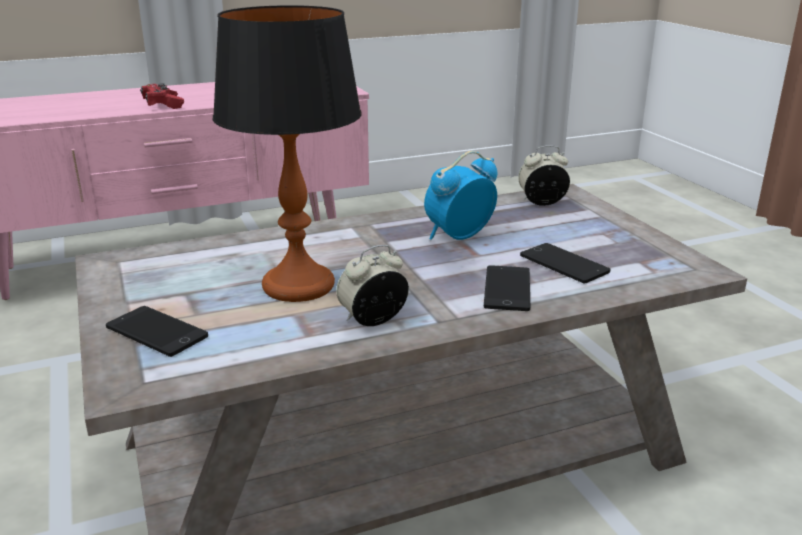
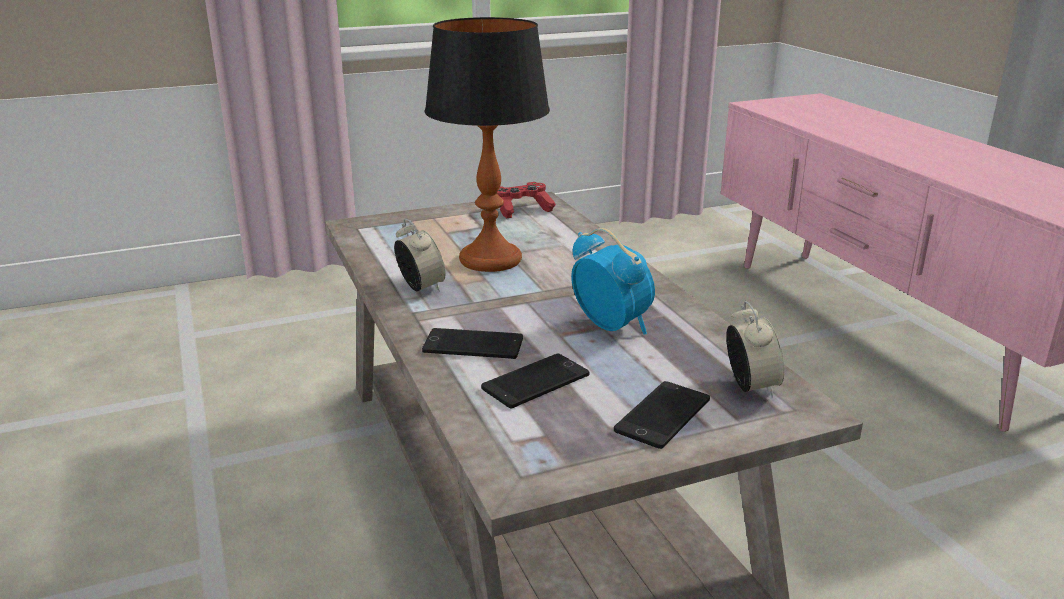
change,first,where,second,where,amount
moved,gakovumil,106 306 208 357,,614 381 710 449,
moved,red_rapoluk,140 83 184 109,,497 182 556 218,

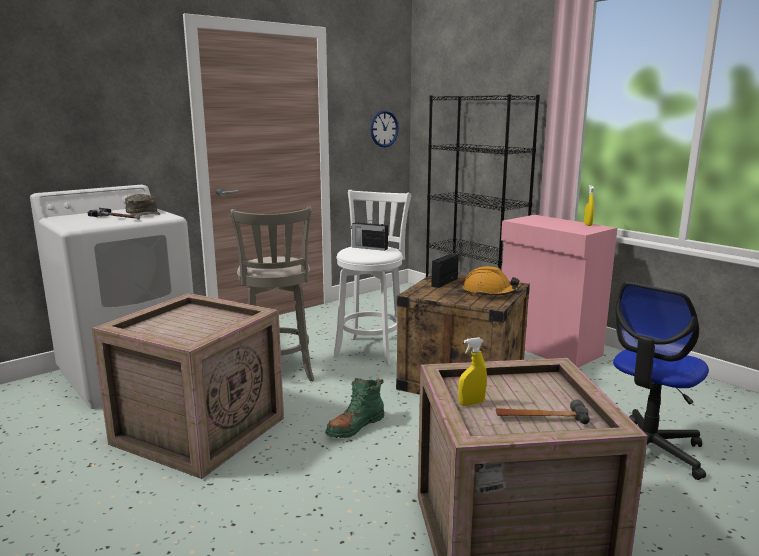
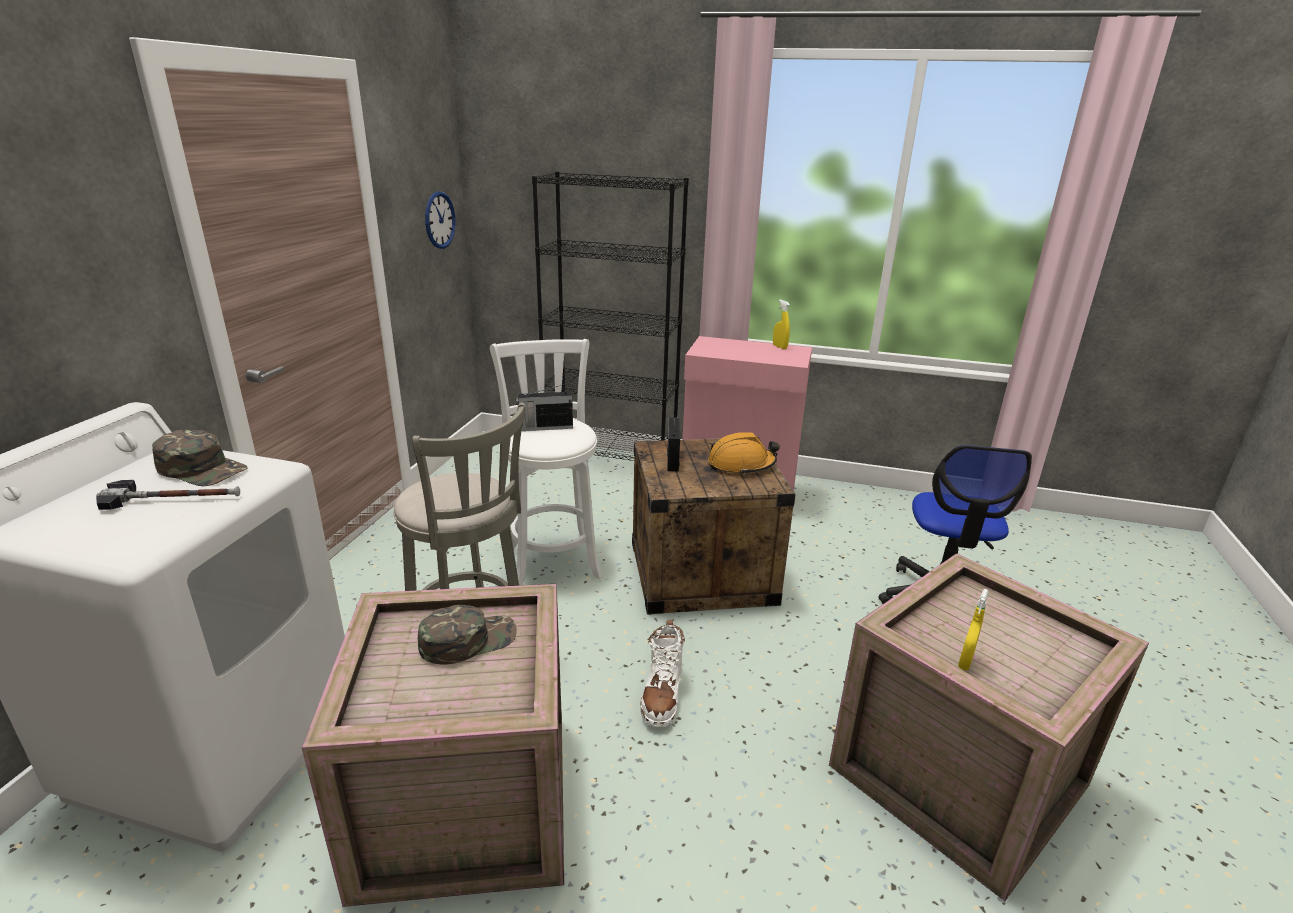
change,first,where,second,where,amount
recoloured,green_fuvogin,325 378 384 438,white_fuvogin,640 620 685 727,
removed,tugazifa,496 399 590 424,,,
added,,,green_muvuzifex,418 605 517 665,

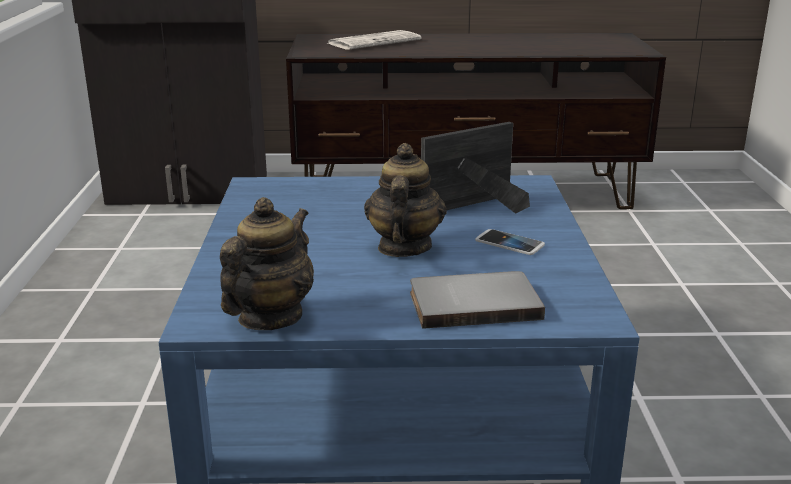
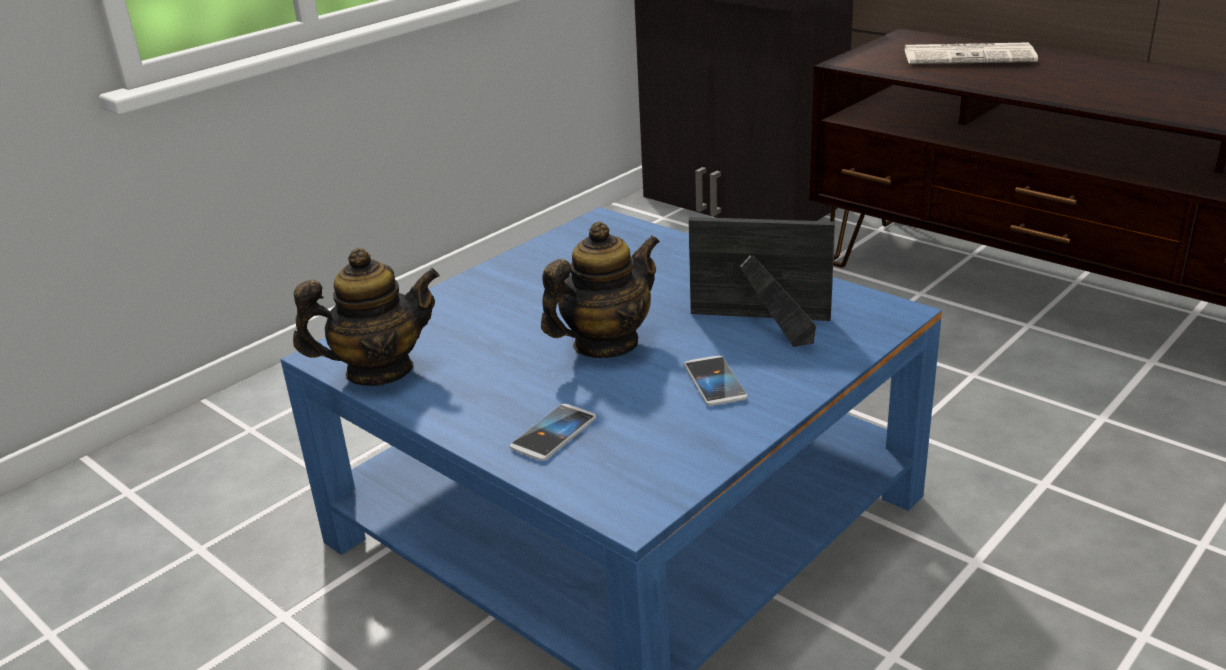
change,first,where,second,where,amount
replaced,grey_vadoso,410 271 545 329,gakovumil,510 404 596 461,

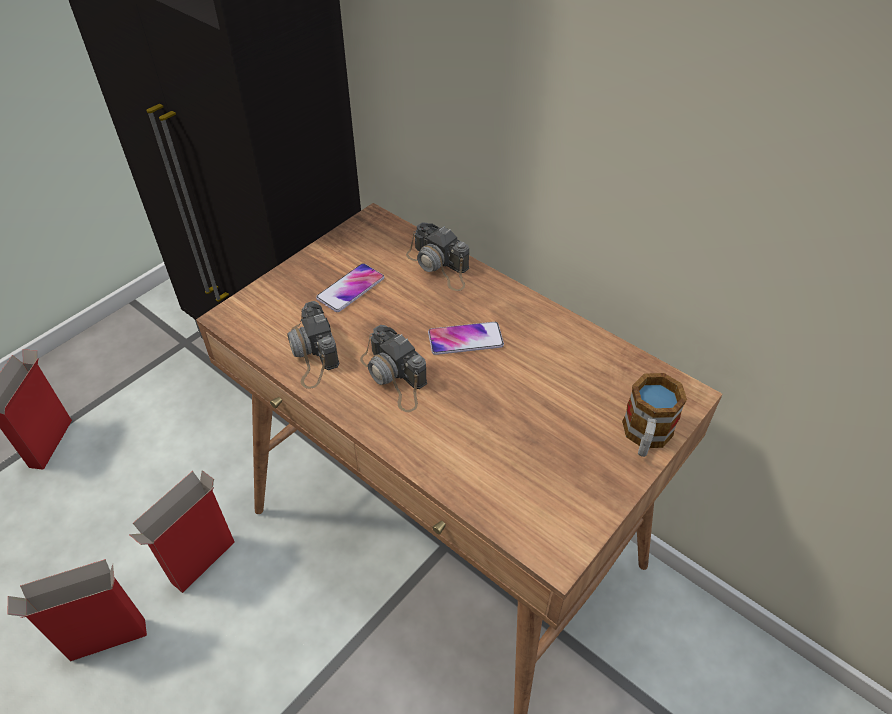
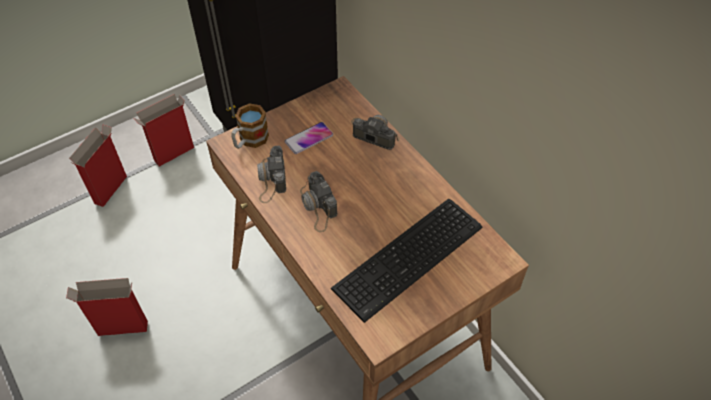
change,first,where,second,where,amount
moved,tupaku,128 470 234 593,,134 94 194 167,
turned,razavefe,406 223 469 291,,351 115 400 150,150 degrees clockwise
removed,gakovumil,428 322 504 355,,,
moved,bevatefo,622 373 687 457,,231 103 269 149,
added,,,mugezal,331 199 483 323,

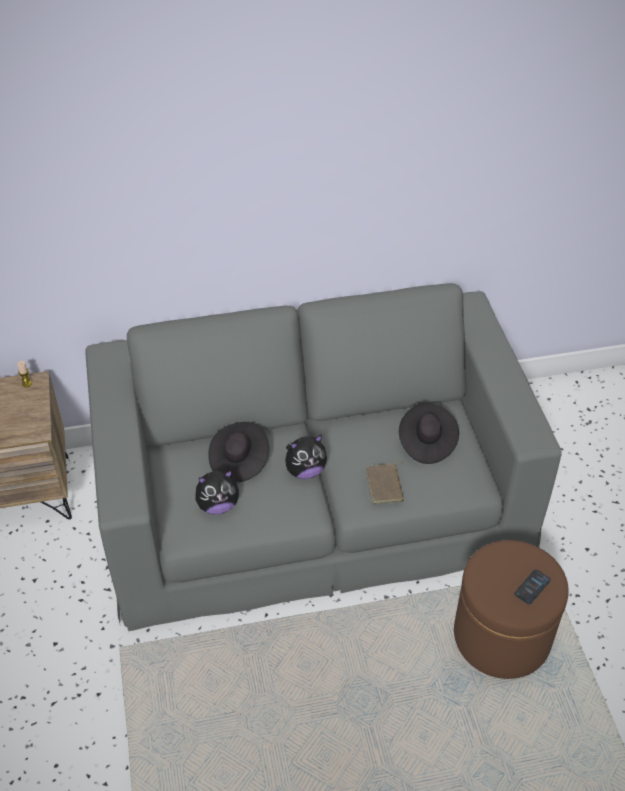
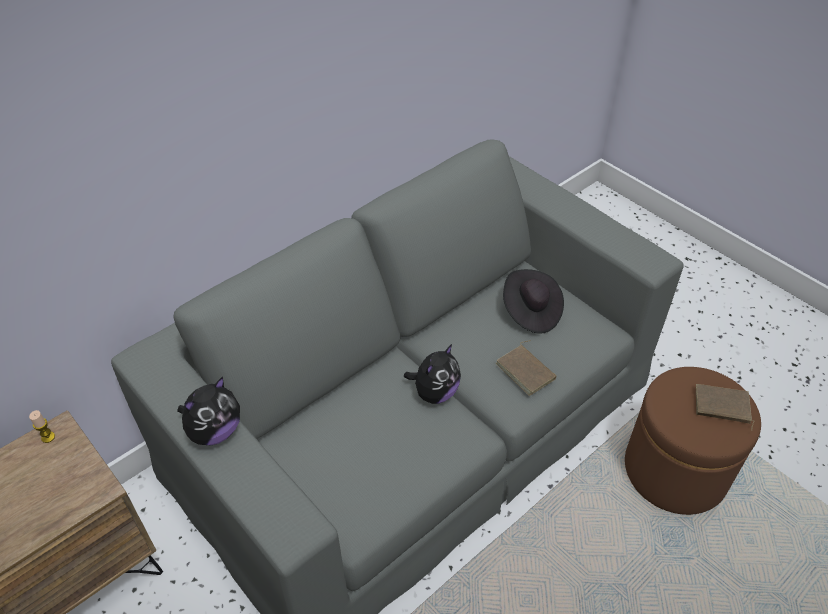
change,first,where,second,where,amount
moved,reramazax,195 470 239 515,,177 376 240 445,
removed,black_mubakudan,209 422 269 483,,,
replaced,gakovumil,514 569 550 604,brown_vadoso,696 384 755 431,

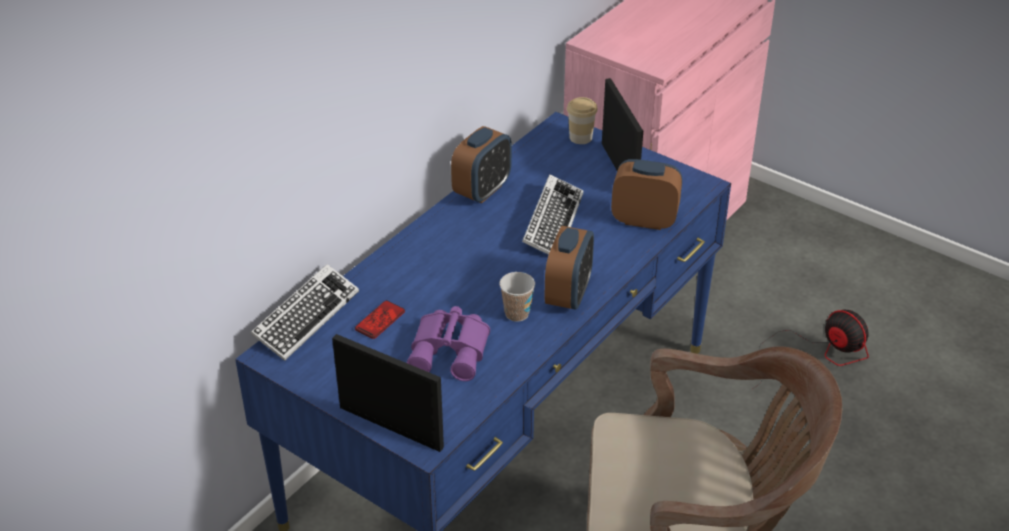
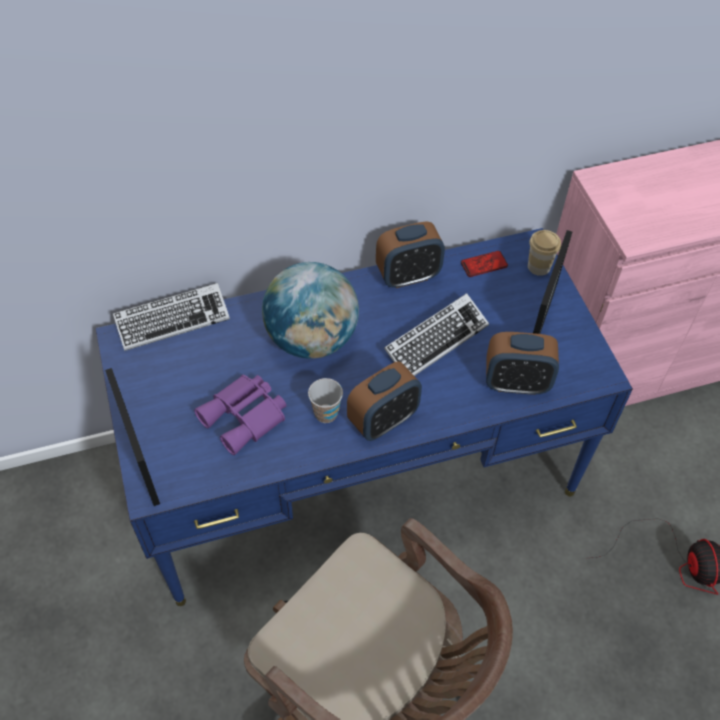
change,first,where,second,where,amount
moved,gakovumil,355 301 405 339,,461 251 508 277,
turned,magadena,611 159 682 230,,486 332 559 395,135 degrees clockwise
added,,,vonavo,262 262 359 359,

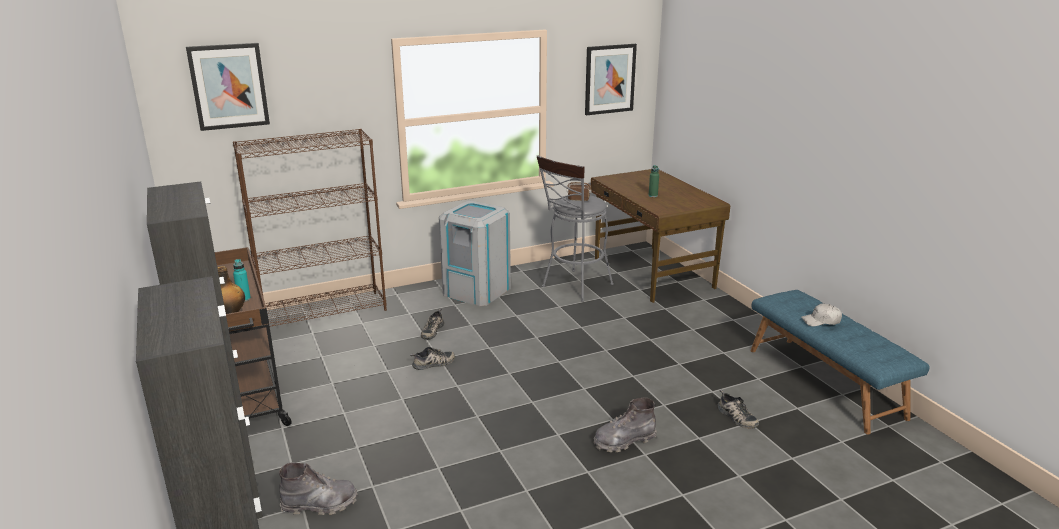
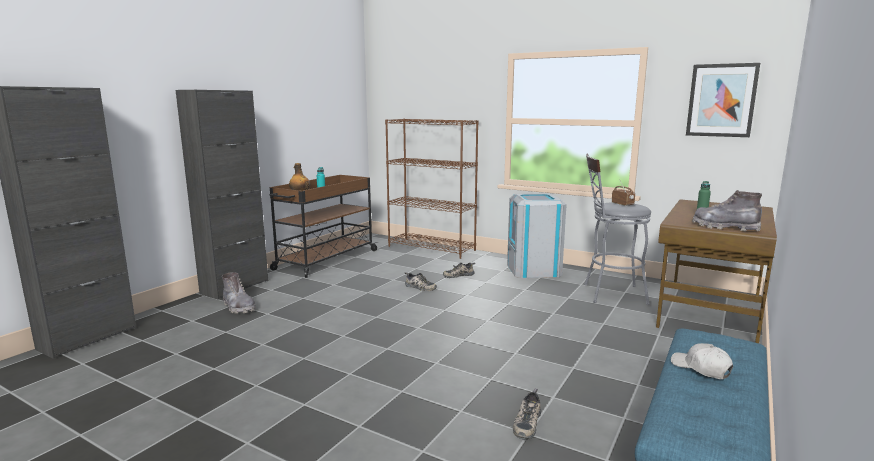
change,first,where,second,where,amount
removed,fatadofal,186 43 270 131,,,
moved,grey_fuvogin,594 397 657 452,,692 190 762 231,

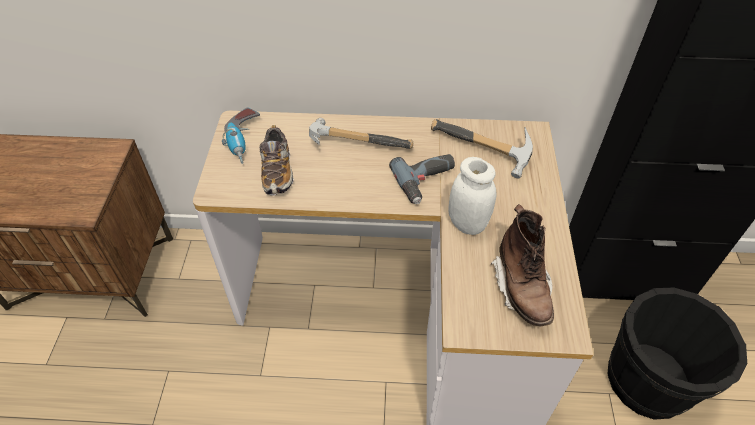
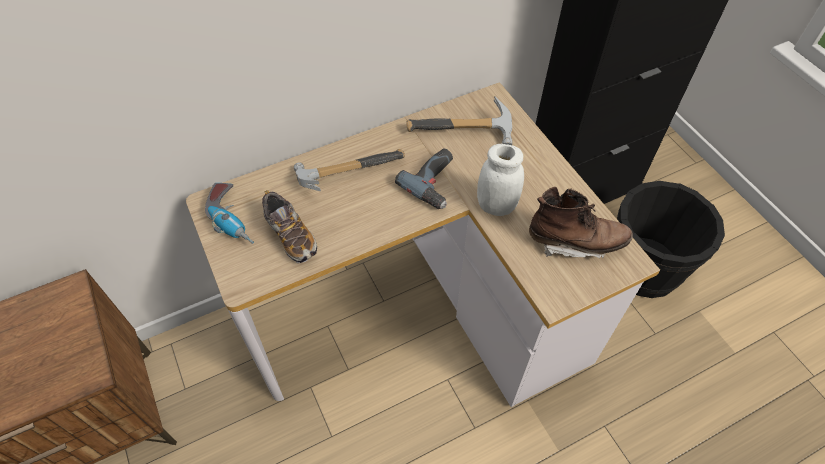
change,first,where,second,where,amount
turned,brown_fuvogin,491 204 554 327,,529 187 633 259,45 degrees counterclockwise

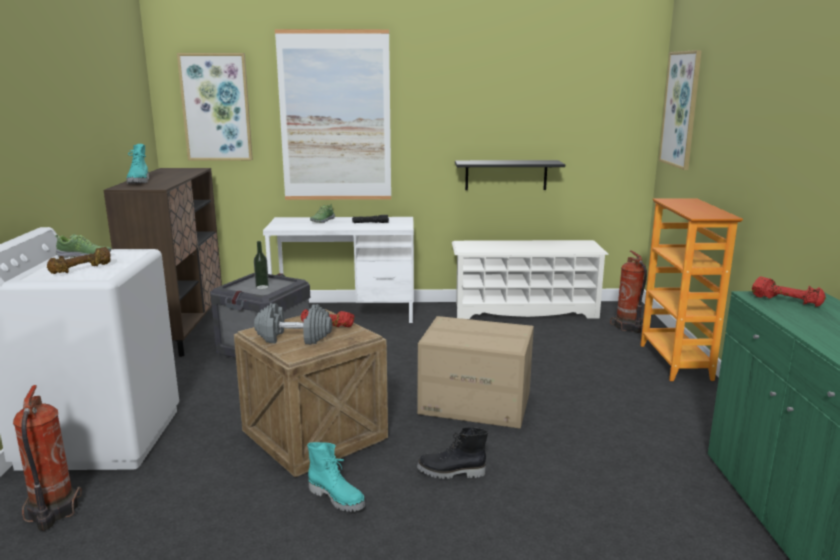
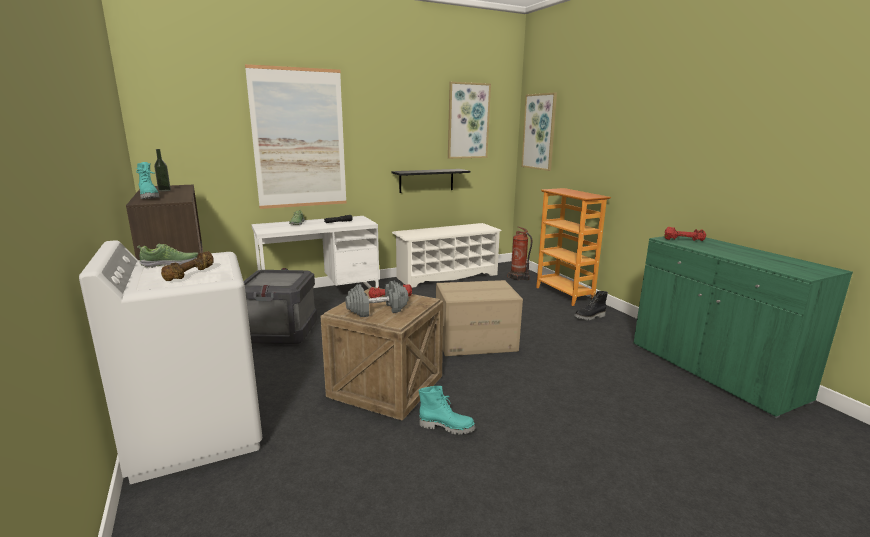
change,first,where,second,where,amount
removed,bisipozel,13 385 82 531,,,
moved,fatadofal,177 53 253 161,,448 82 491 159,
moved,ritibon,254 241 269 289,,154 149 171 192,
moved,black_fuvogin,417 427 488 479,,574 291 608 320,

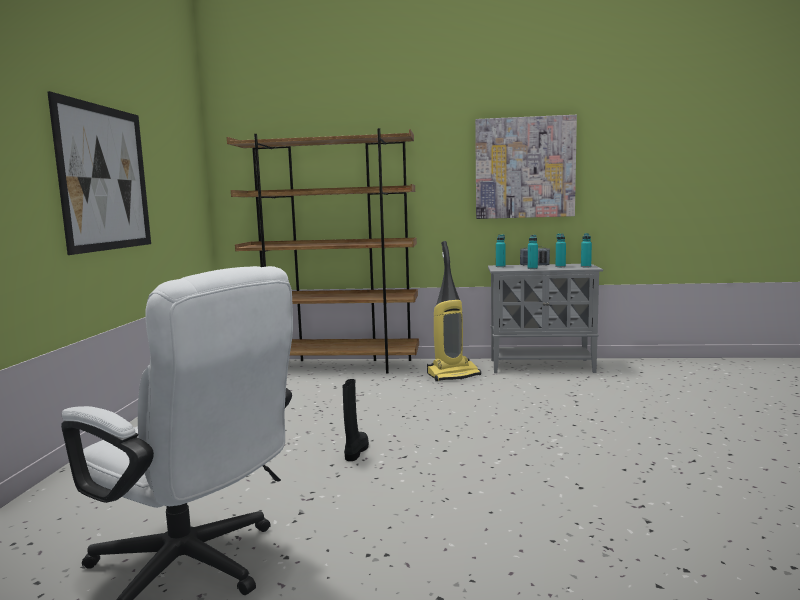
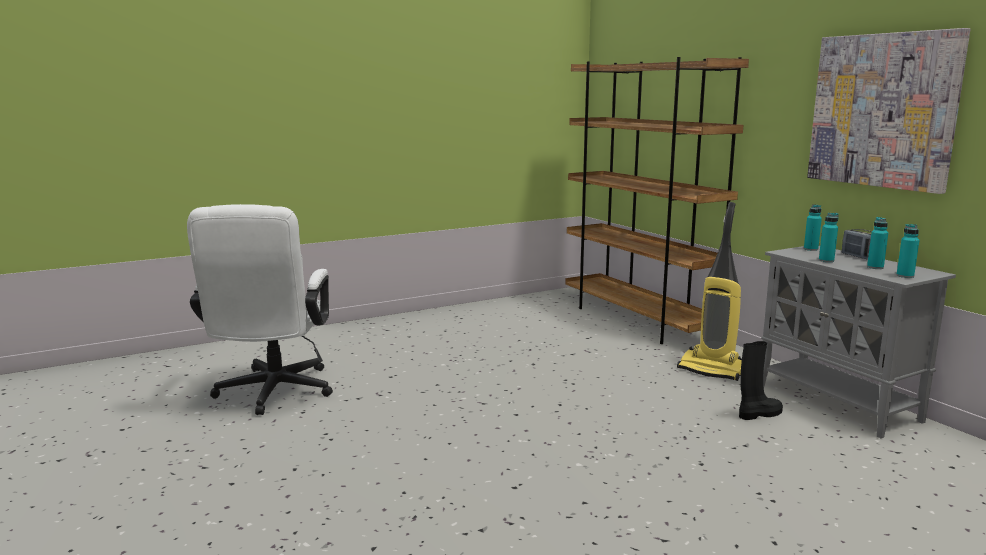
change,first,where,second,where,amount
removed,fatadofal,47 91 151 255,,,
moved,black_fuvogin,342 379 369 461,,739 341 783 420,

